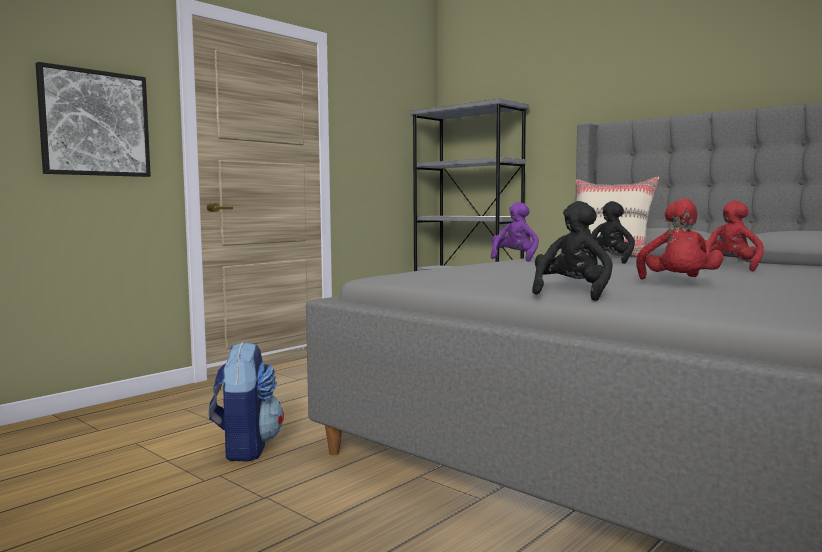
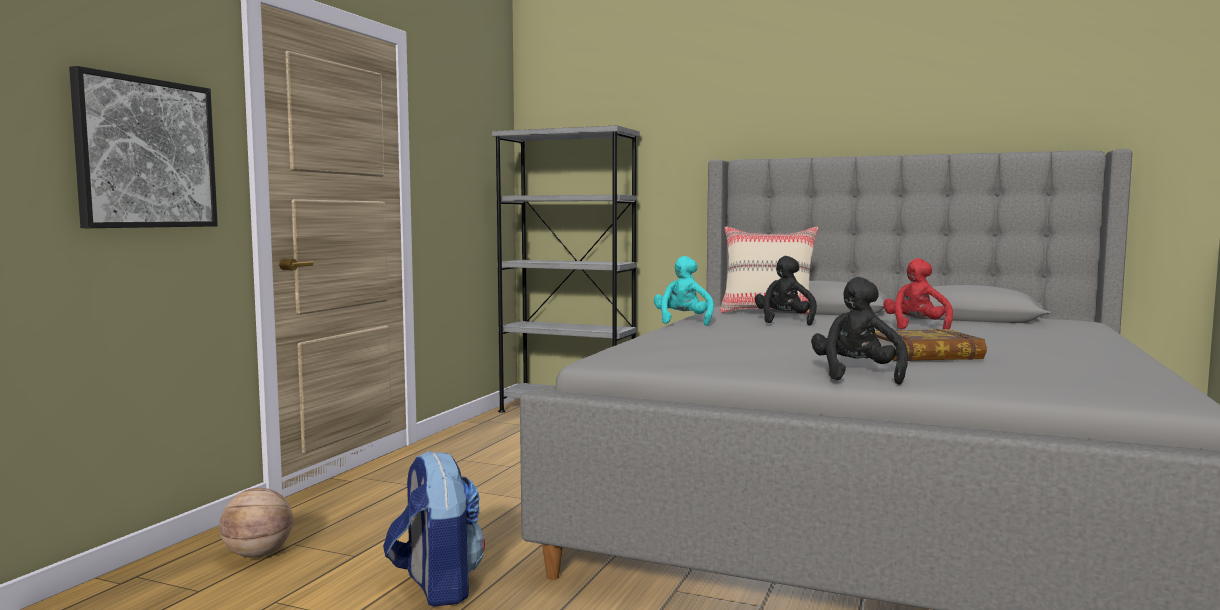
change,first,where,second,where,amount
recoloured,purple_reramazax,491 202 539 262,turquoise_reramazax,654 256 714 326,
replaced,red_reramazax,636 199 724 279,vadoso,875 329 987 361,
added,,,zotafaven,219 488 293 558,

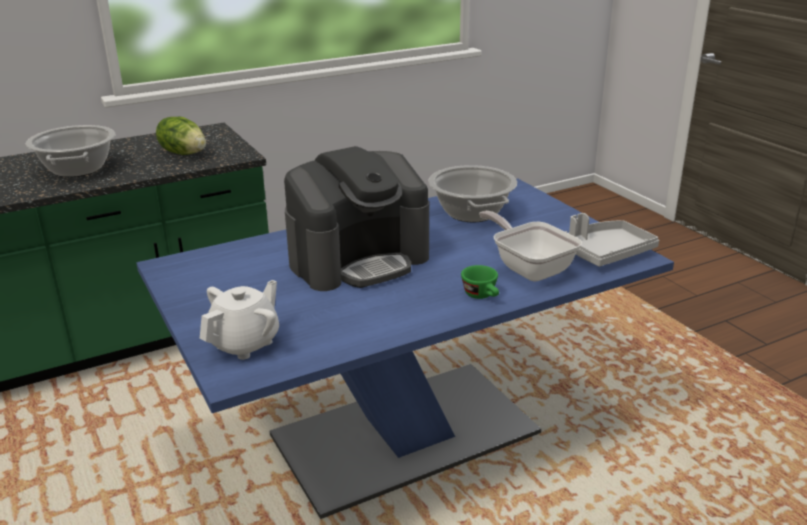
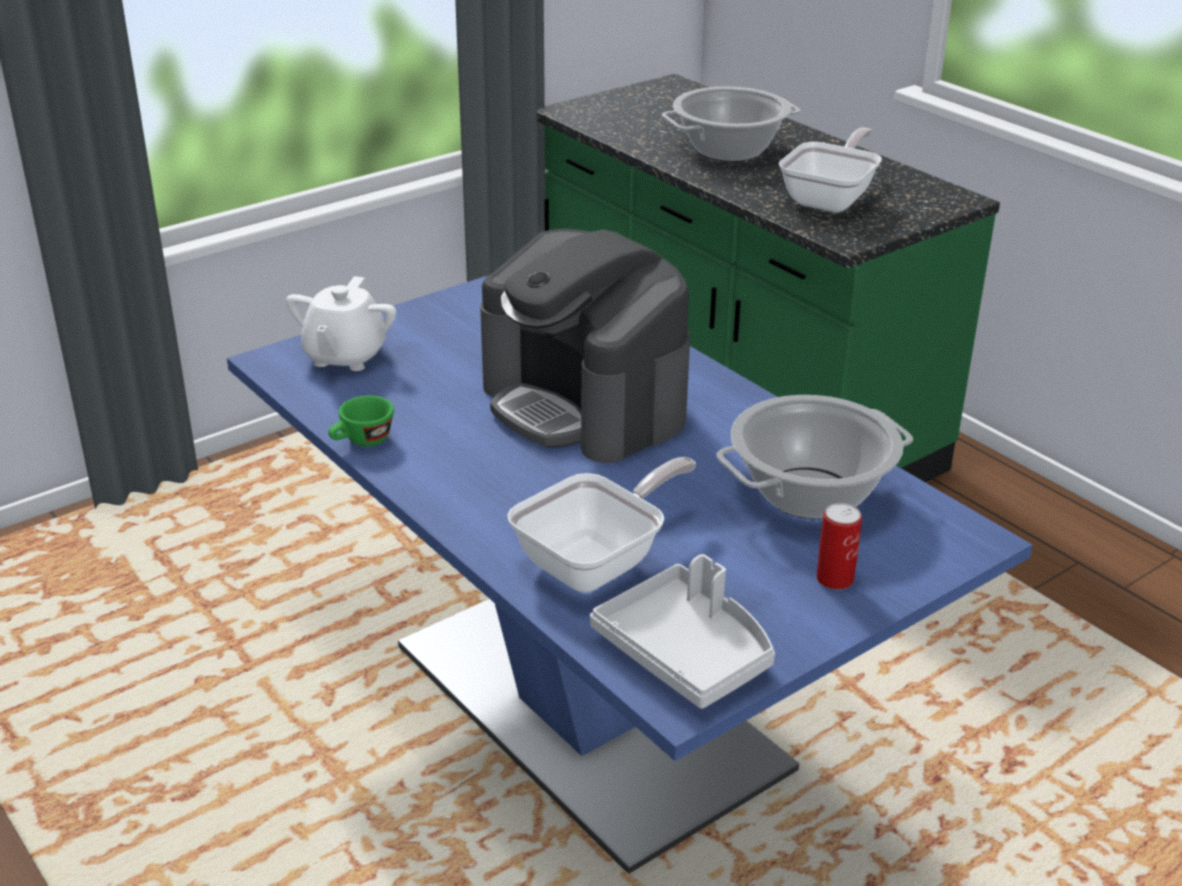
change,first,where,second,where,amount
replaced,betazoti,156 117 206 155,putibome,779 127 882 212,
turned,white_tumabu,200 280 279 360,,286 276 396 371,75 degrees clockwise
moved,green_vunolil,461 265 499 299,,328 396 394 446,
added,,,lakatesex,817 503 862 590,

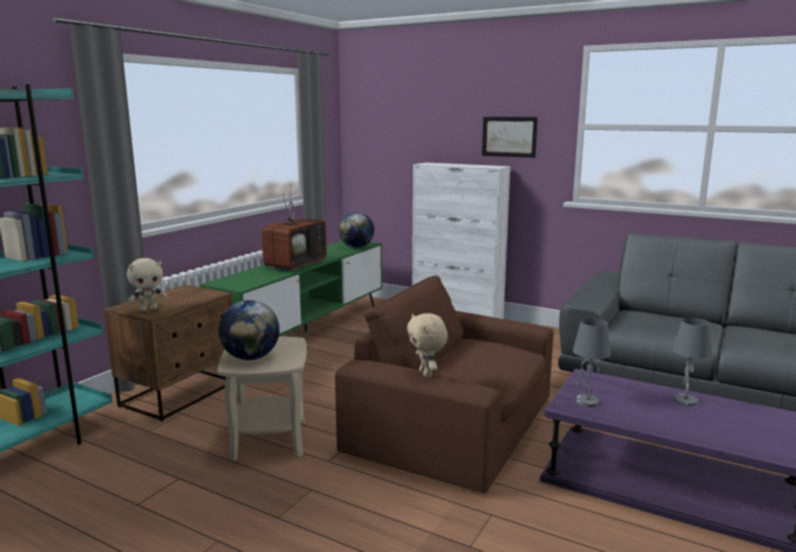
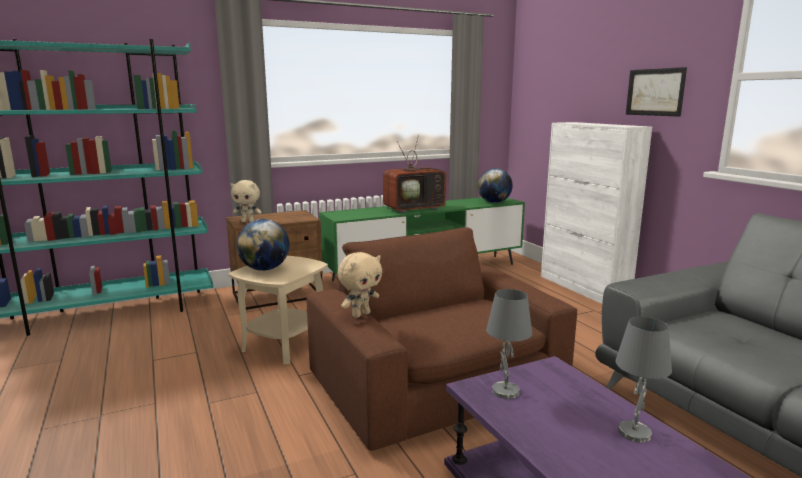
change,first,where,second,where,amount
turned,beige_reramazax,407 313 448 378,,337 252 382 318,150 degrees counterclockwise

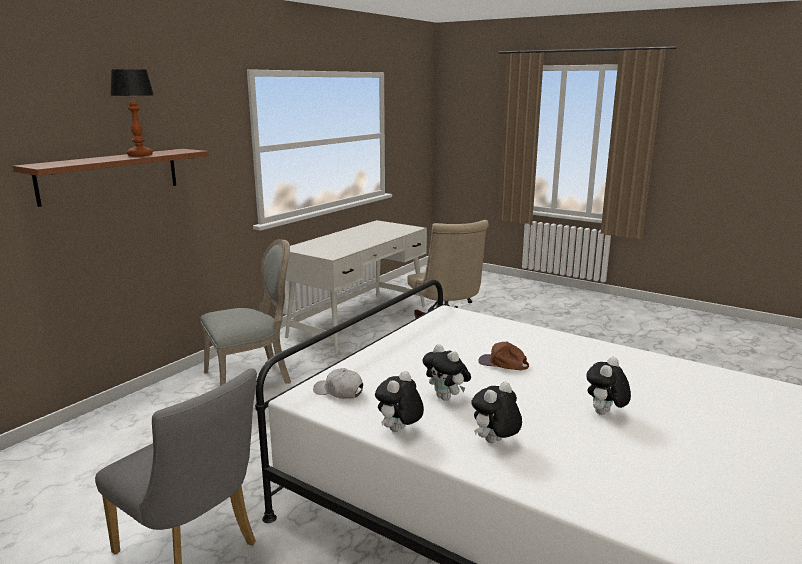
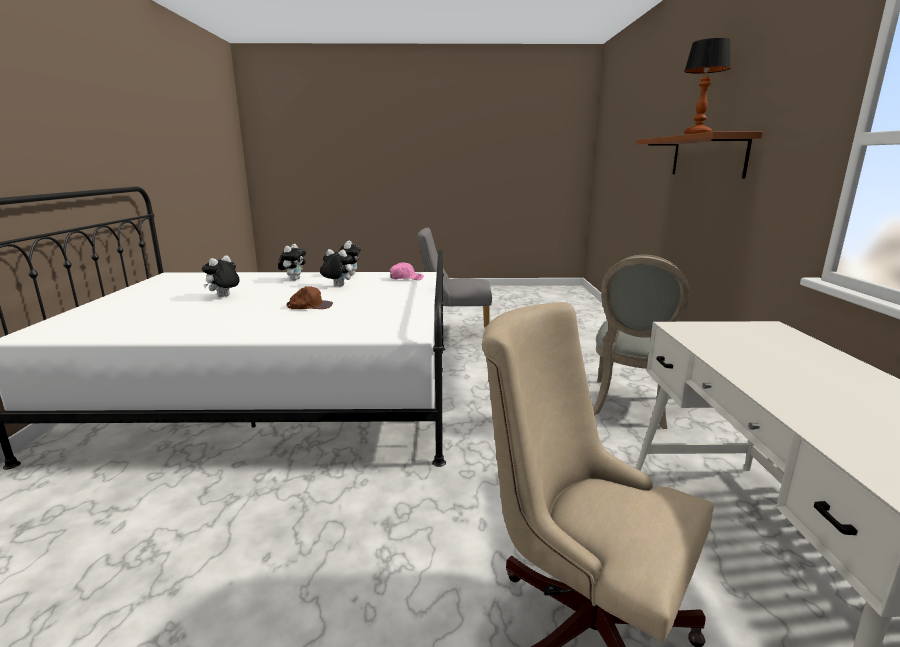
change,first,where,second,where,amount
recoloured,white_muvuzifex,313 368 363 399,pink_muvuzifex,390 262 424 280,
turned,reramazax,587 357 631 415,,202 255 240 297,150 degrees counterclockwise

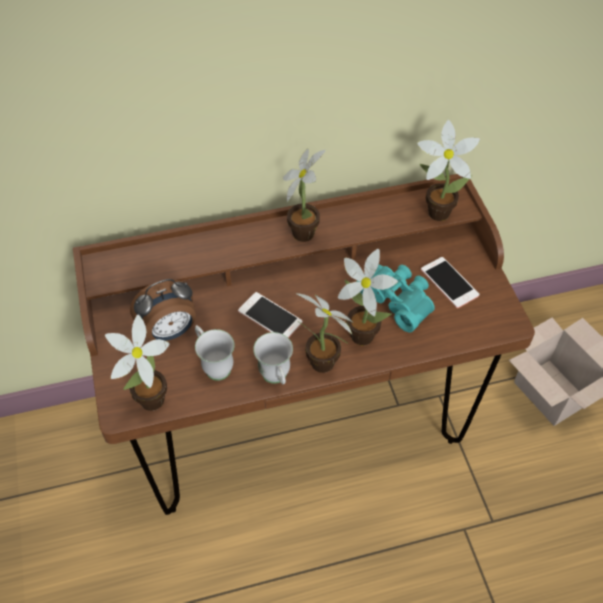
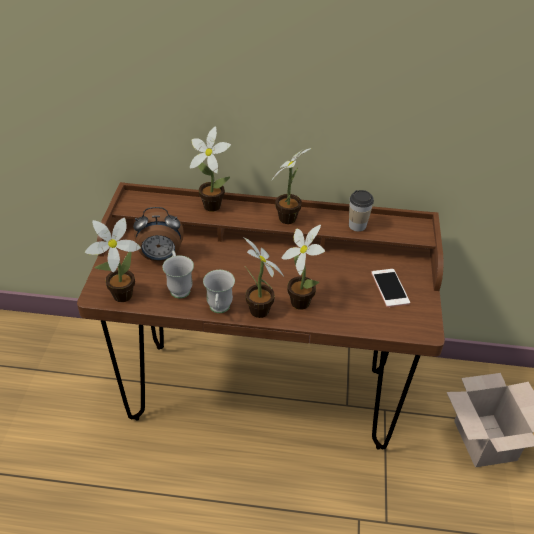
change,first,where,second,where,amount
removed,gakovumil,238 292 303 338,,,
removed,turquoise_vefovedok,356 264 435 332,,,
moved,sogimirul,418 120 480 221,,190 126 231 212,
added,,,vunolil,349 190 374 232,

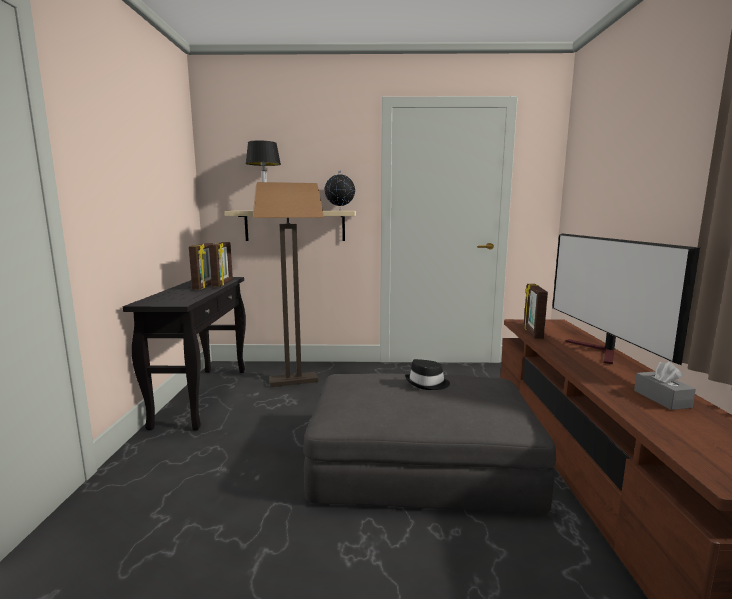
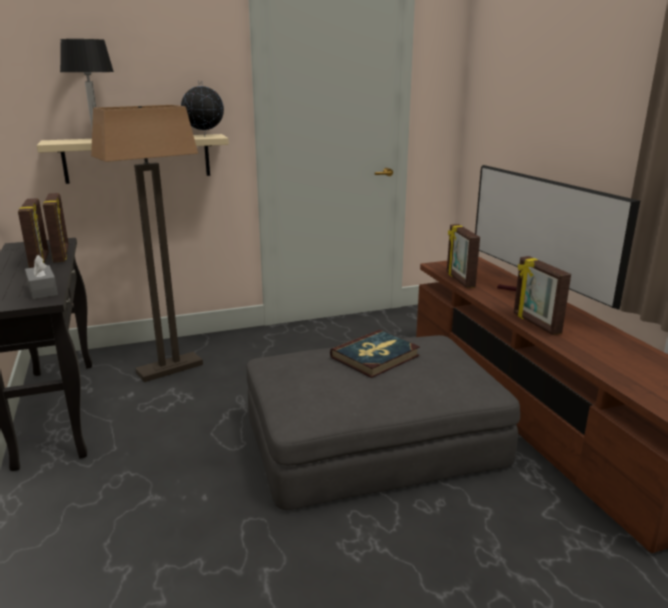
change,first,where,second,where,amount
replaced,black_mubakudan,405 359 450 390,vadoso,330 330 420 378,
moved,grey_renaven,634 362 696 410,,25 255 58 299,
added,,,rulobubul,514 256 571 335,

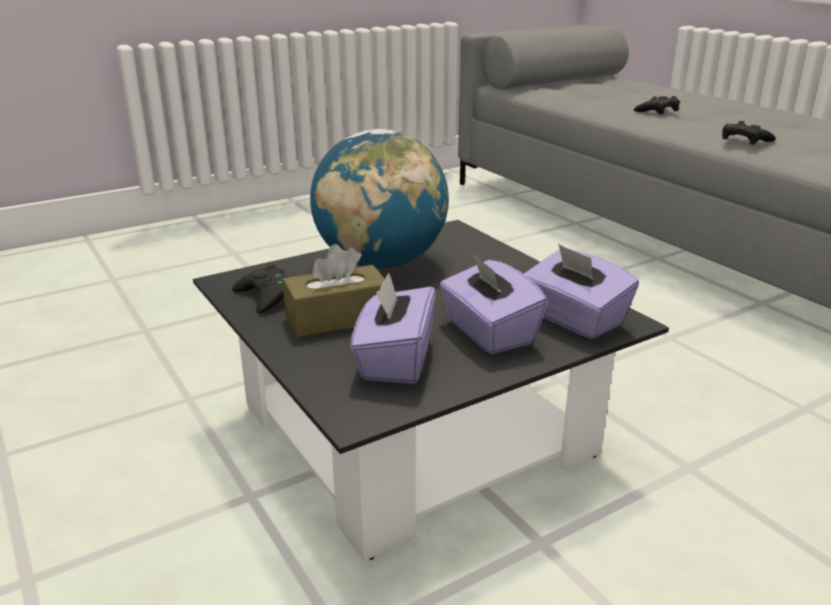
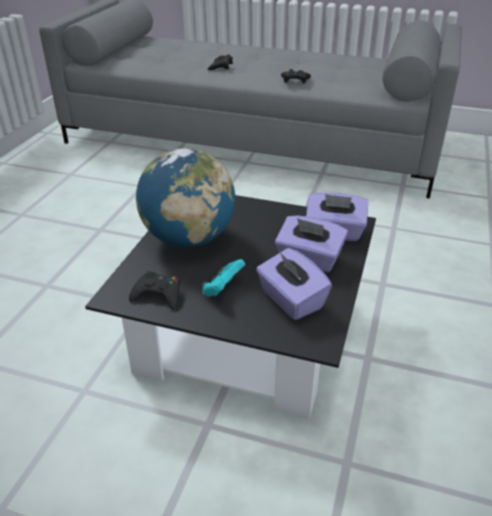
change,first,where,second,where,amount
replaced,brown_renaven,283 244 385 337,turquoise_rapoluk,202 259 245 297,

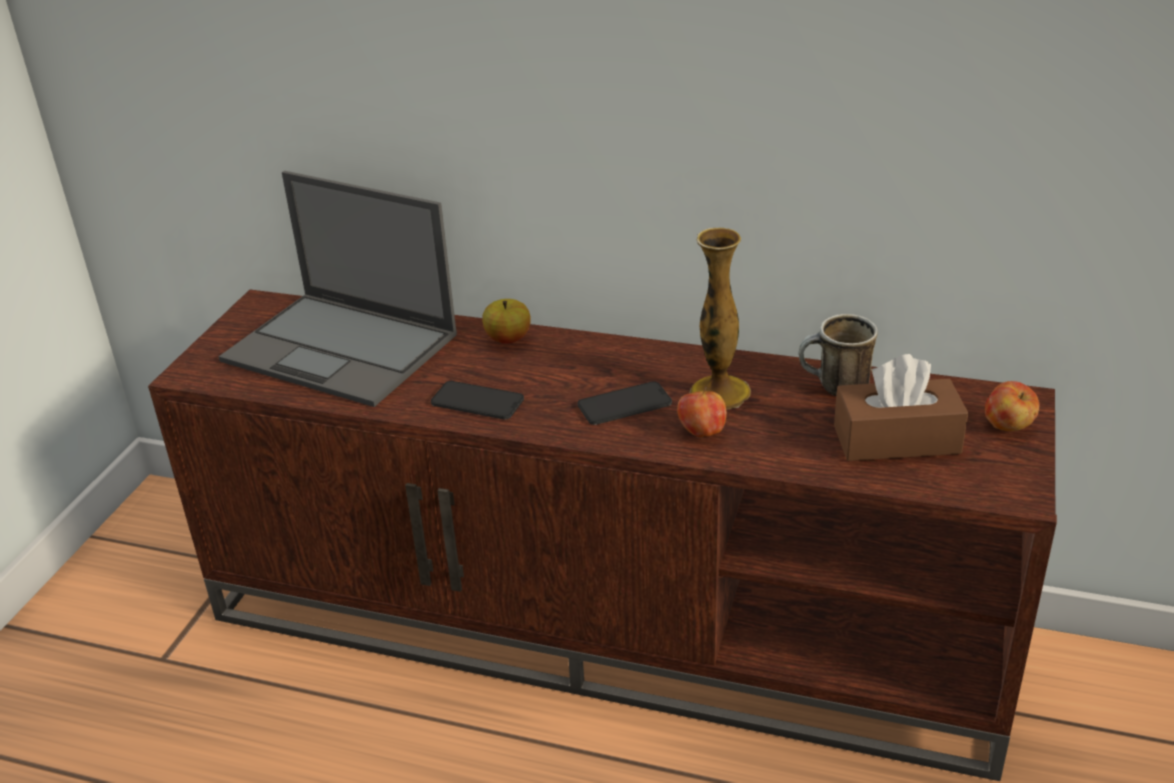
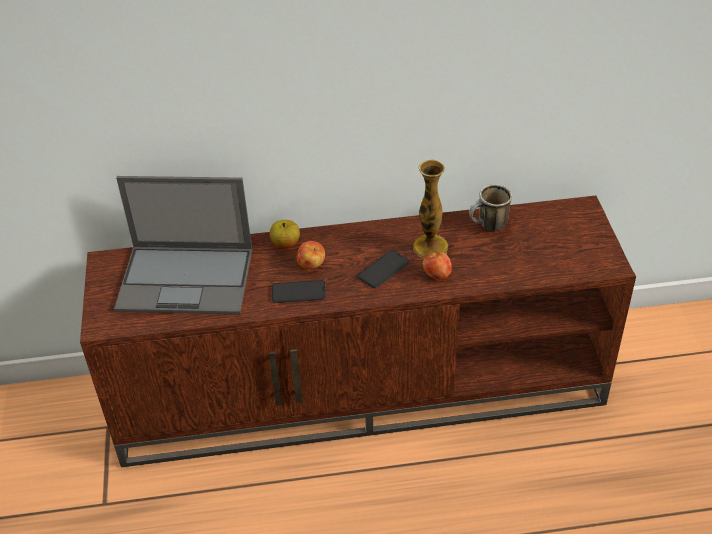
change,first,where,second,where,amount
removed,brown_renaven,834 354 968 461,,,
moved,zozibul,985 381 1040 431,,297 241 325 269,

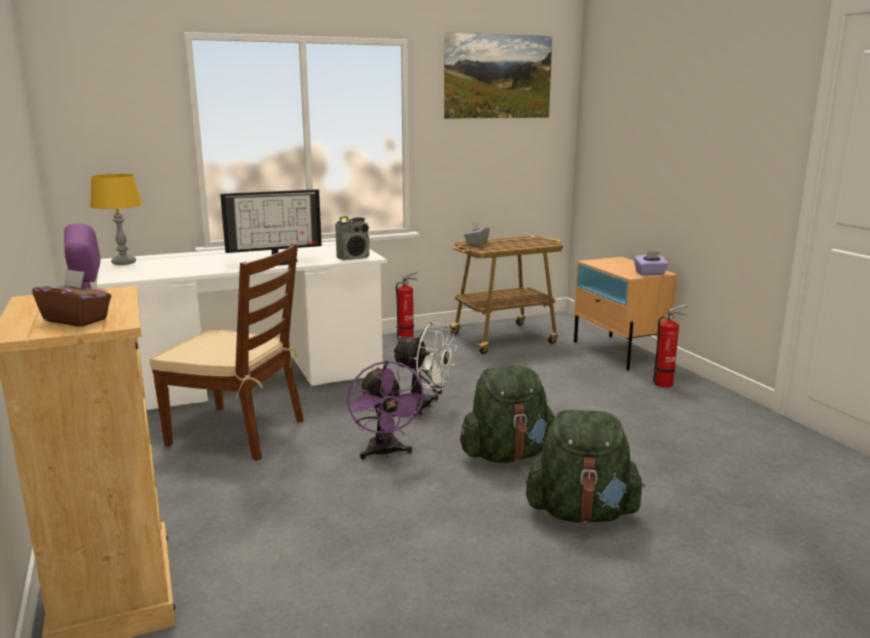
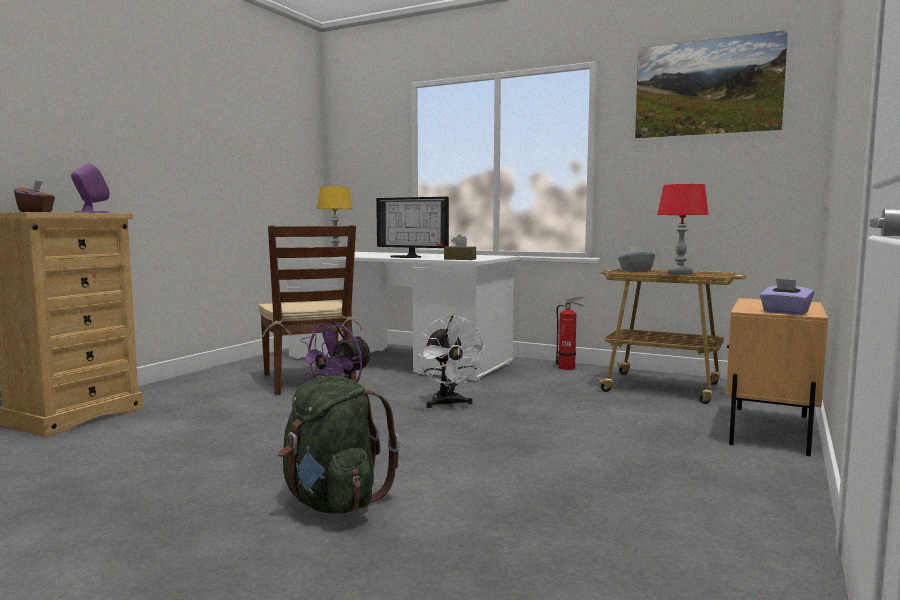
change,first,where,second,where,amount
replaced,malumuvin,335 216 369 260,brown_renaven,444 234 476 260,
removed,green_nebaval,460 365 554 463,,,
removed,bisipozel,653 304 687 387,,,
added,,,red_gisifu,657 184 709 275,

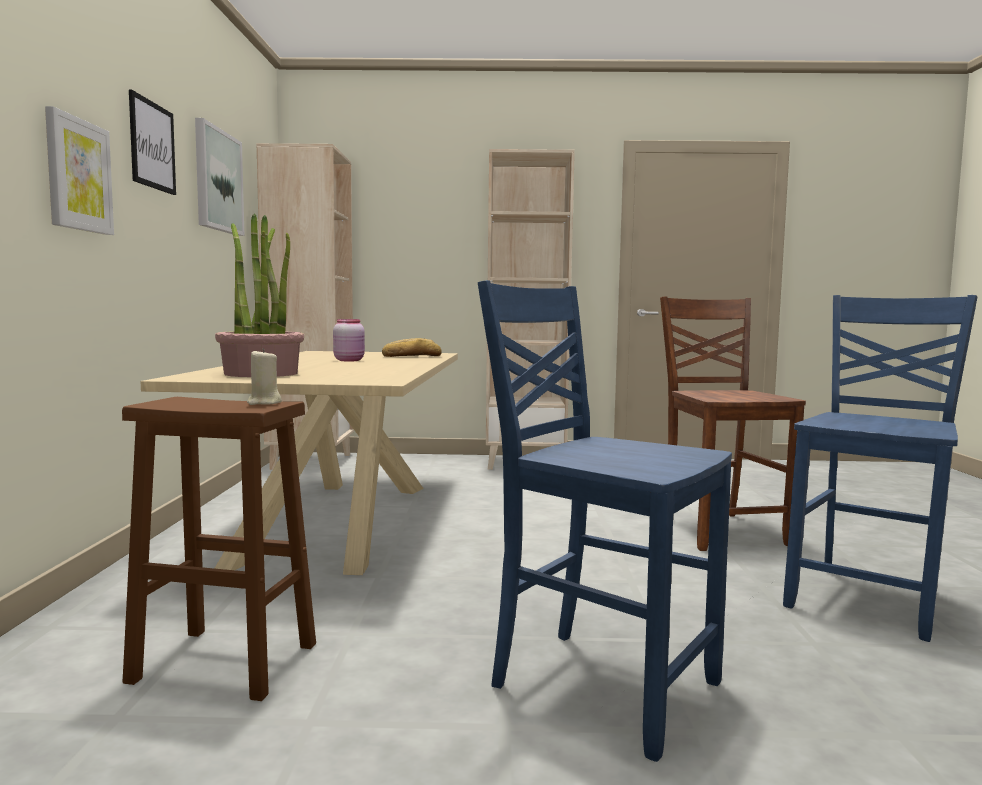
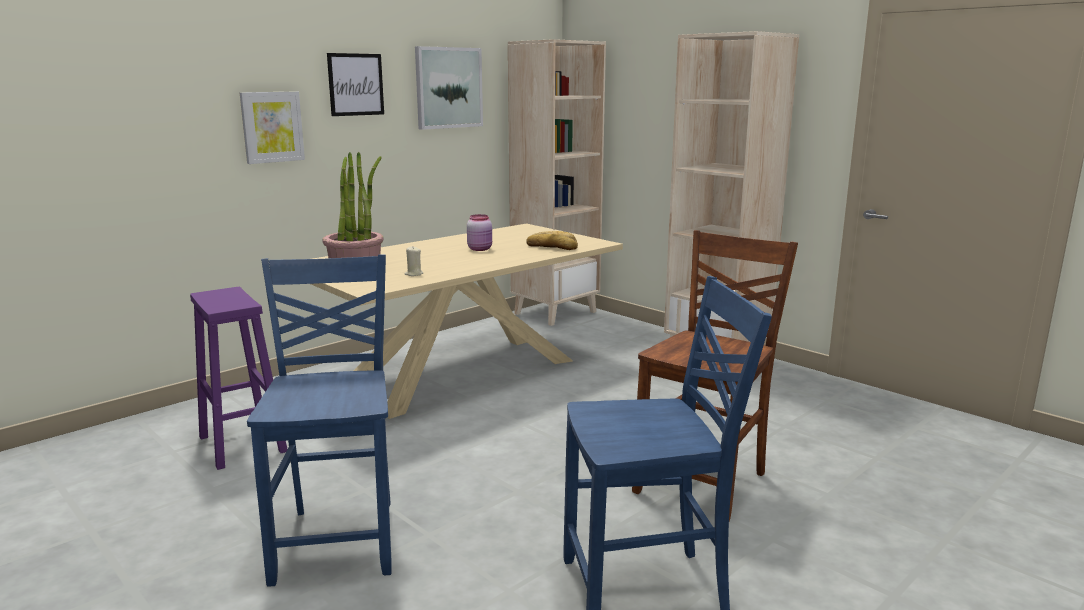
change,first,where,second,where,amount
recoloured,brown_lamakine,122 397 316 701,purple_lamakine,190 287 288 470,
moved,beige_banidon,247 348 282 405,,405 247 423 276,

